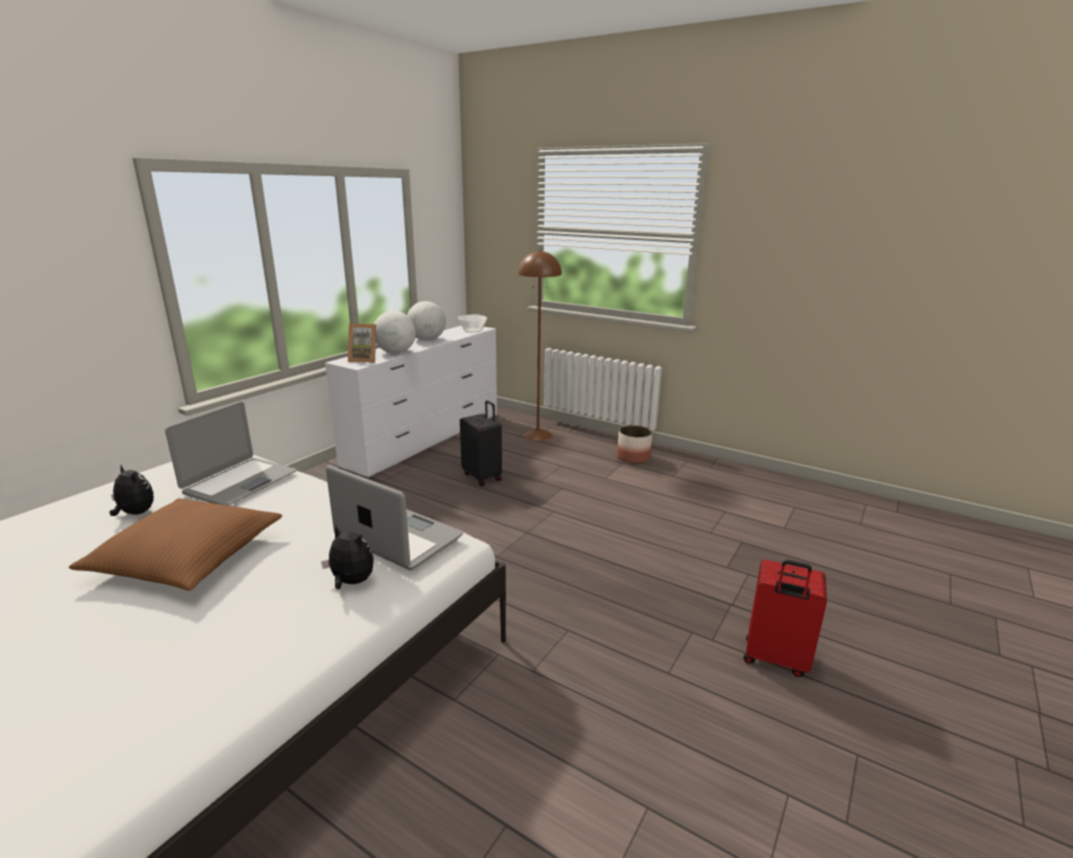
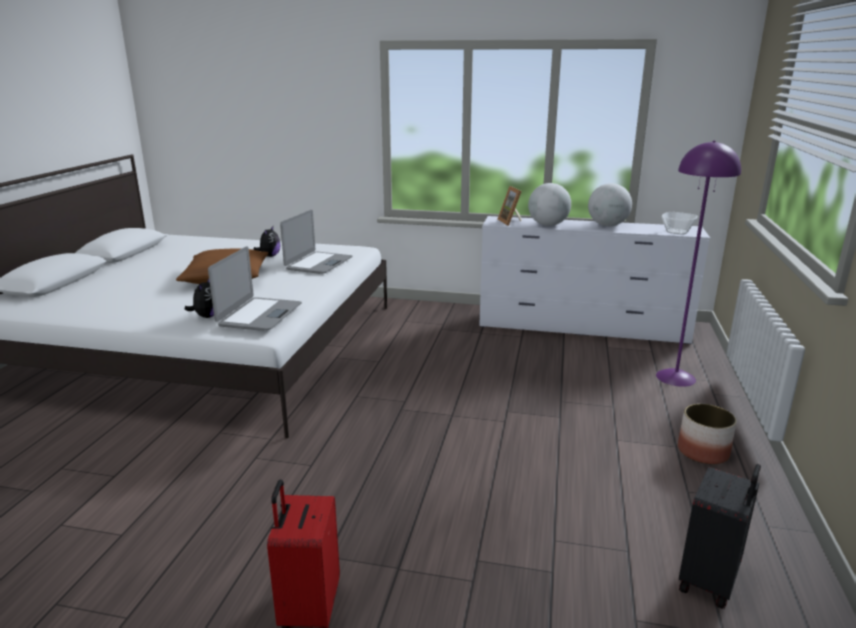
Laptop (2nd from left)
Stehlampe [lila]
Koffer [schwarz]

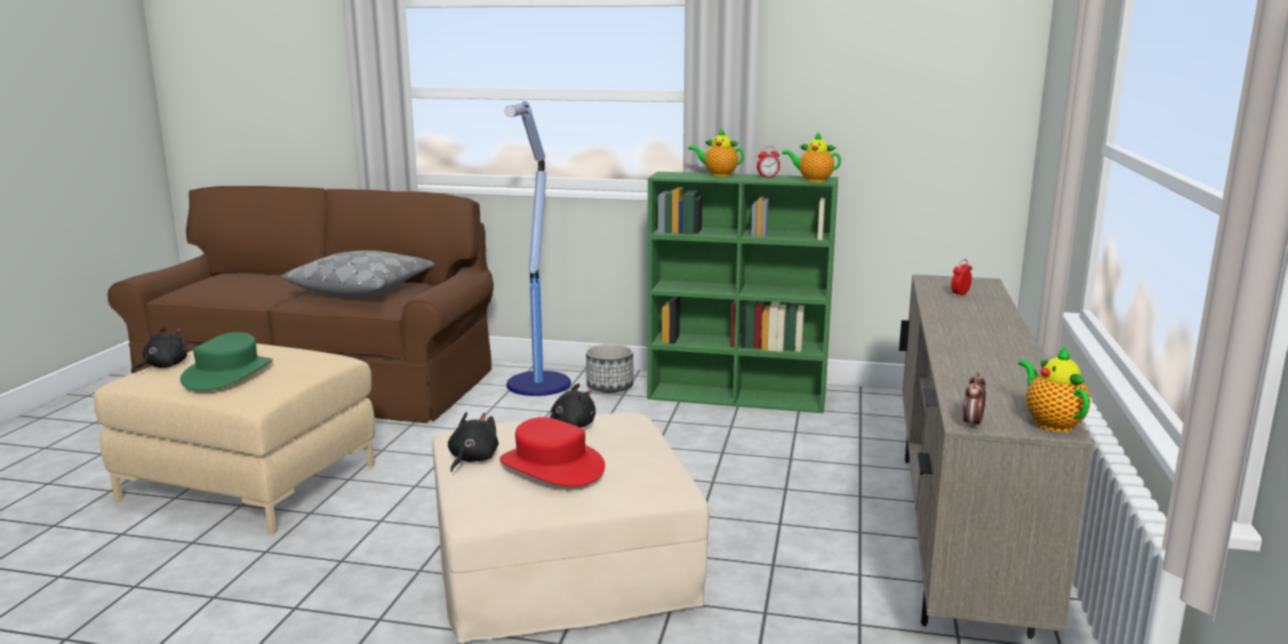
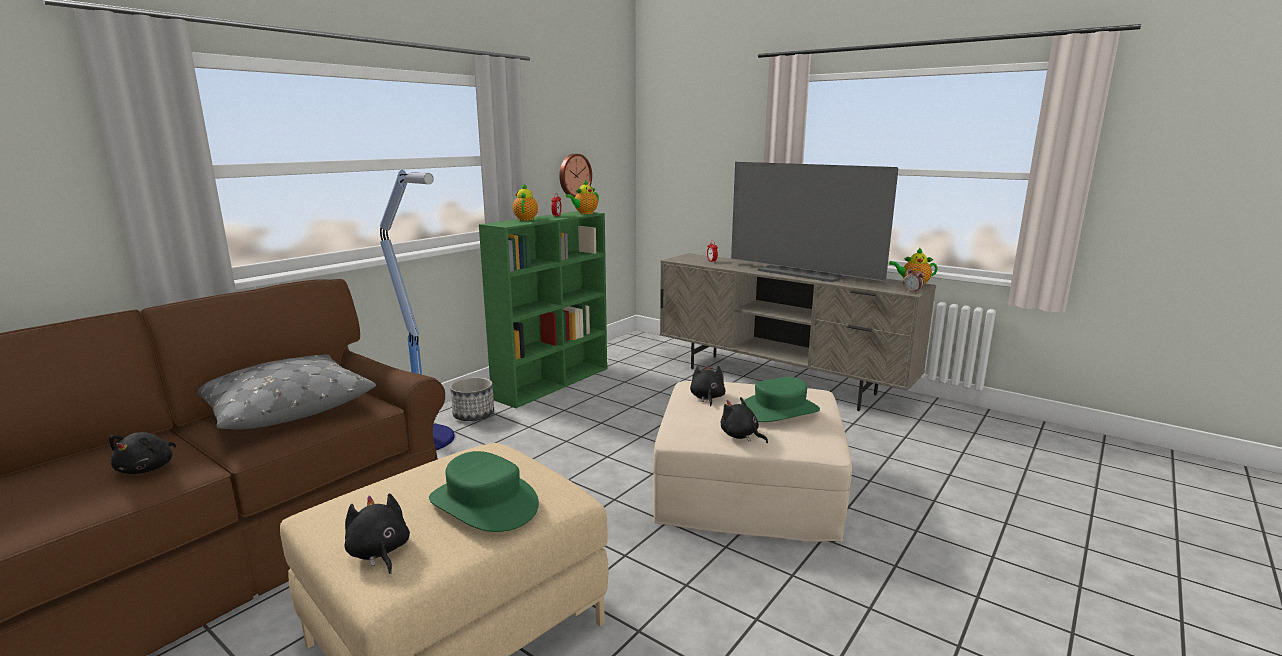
Plüschtier [schwarz] (1st from left)
Teekanne (1st from left)
Wanduhr
Fernseher
Hut [grün] (2nd from left)

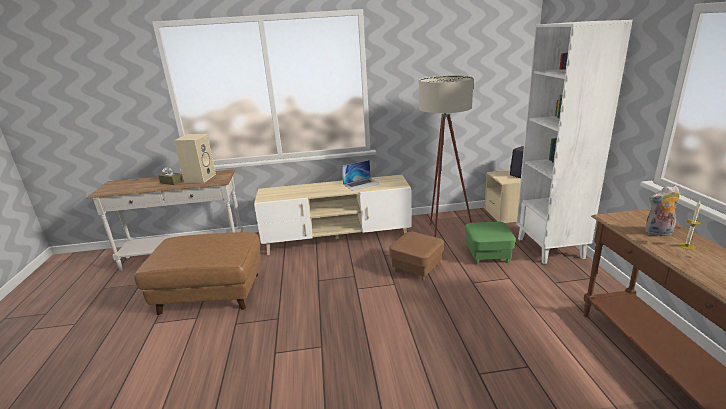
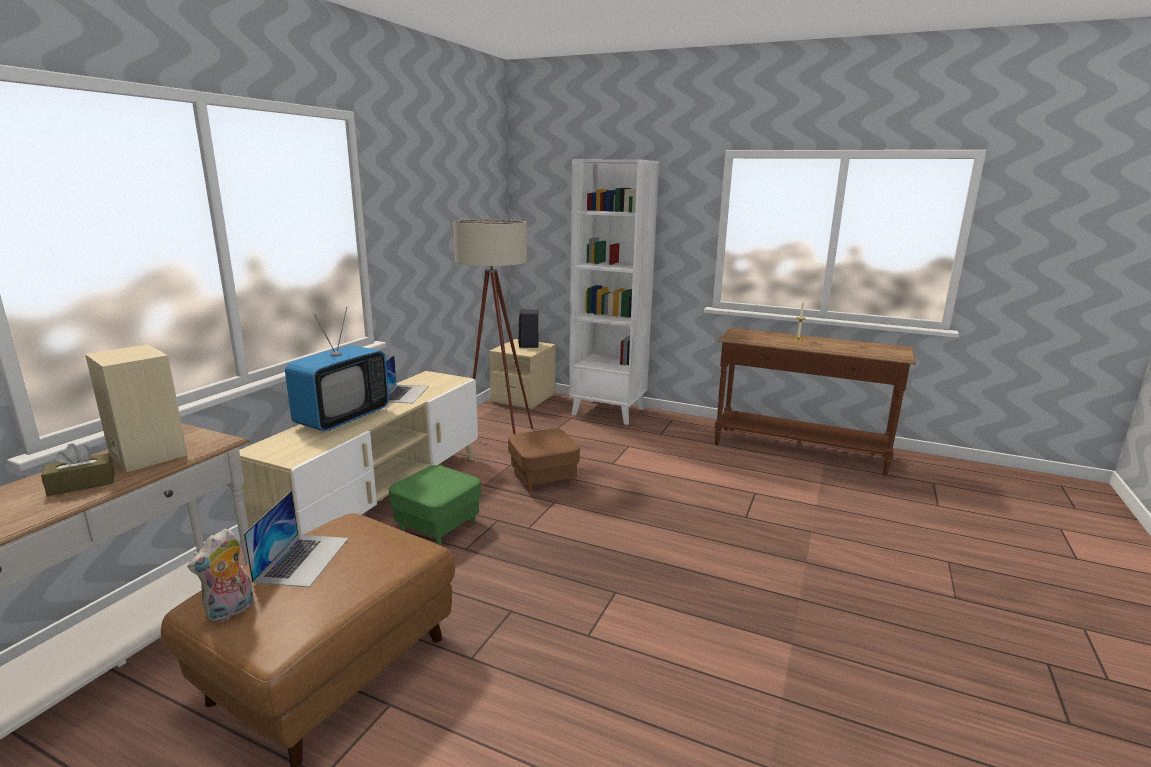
Plüschtier
Laptop (1st from left)
Fernseher
Polsterhocker [grün]

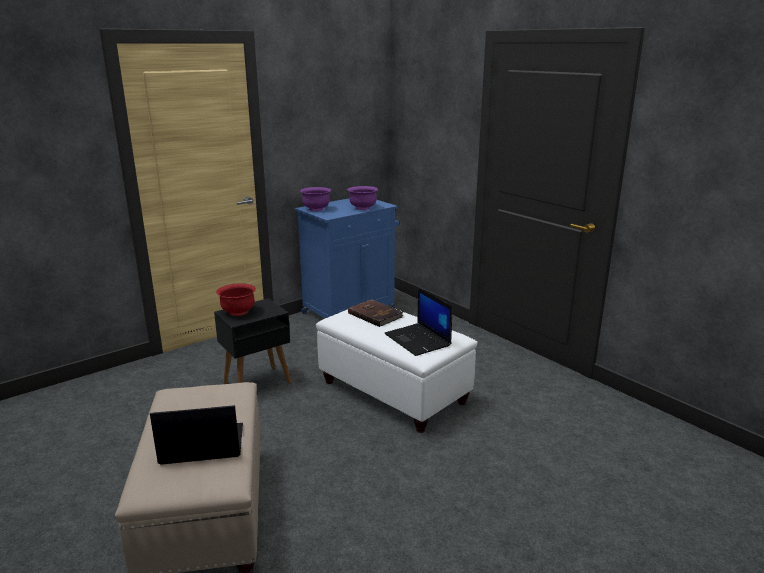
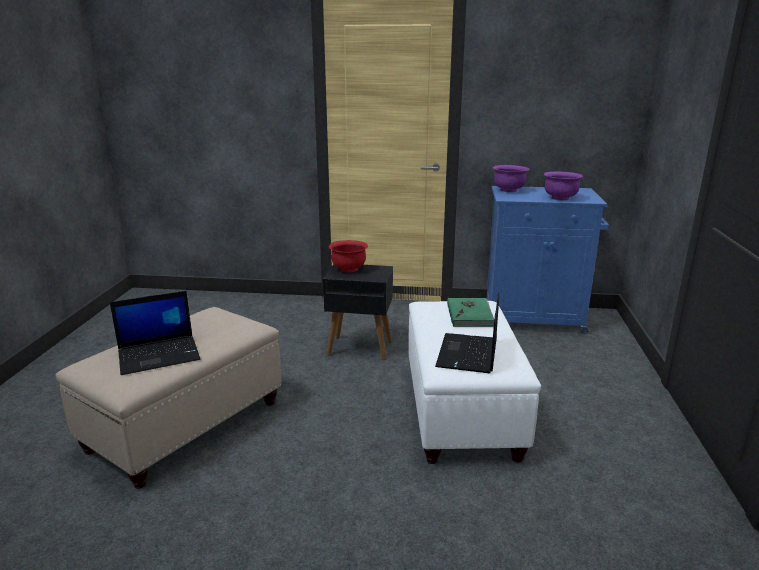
Laptop (1st from left)
Buch [grün]

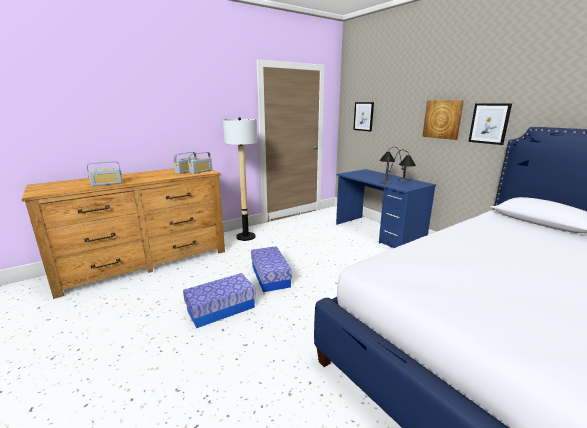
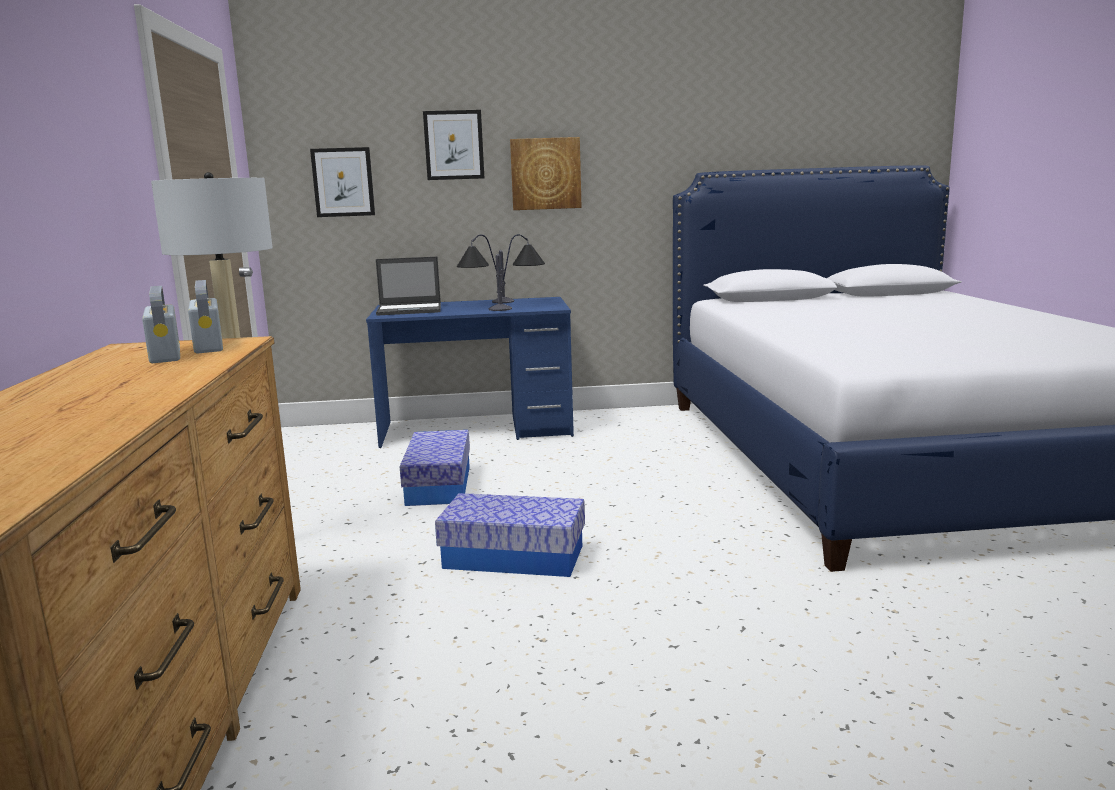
Laptop
Aufbewahrungsbox (1st from left)
Bild (2nd from left)
Radio (1st from left in the first image)

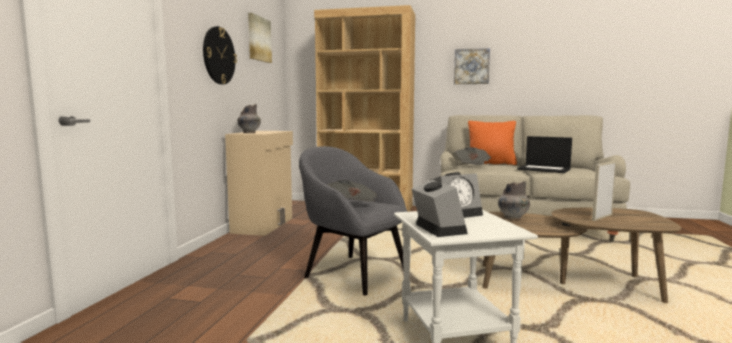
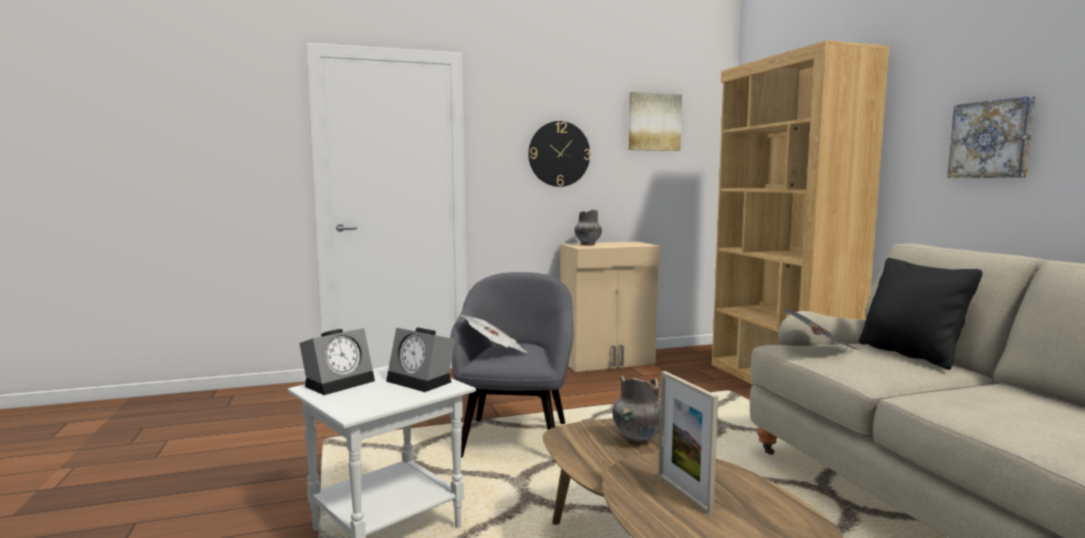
Bilderrahmen
Kissen [schwarz]
Laptop

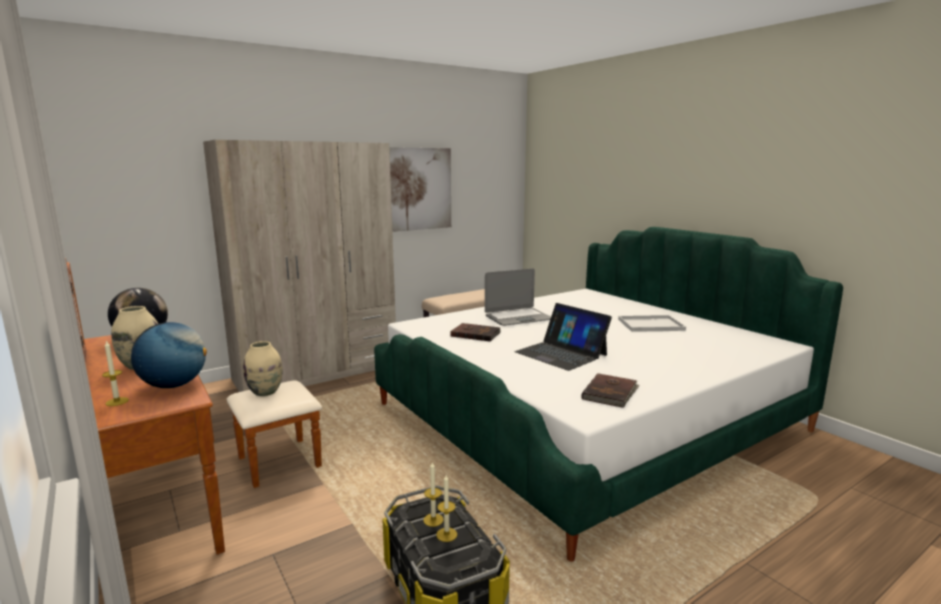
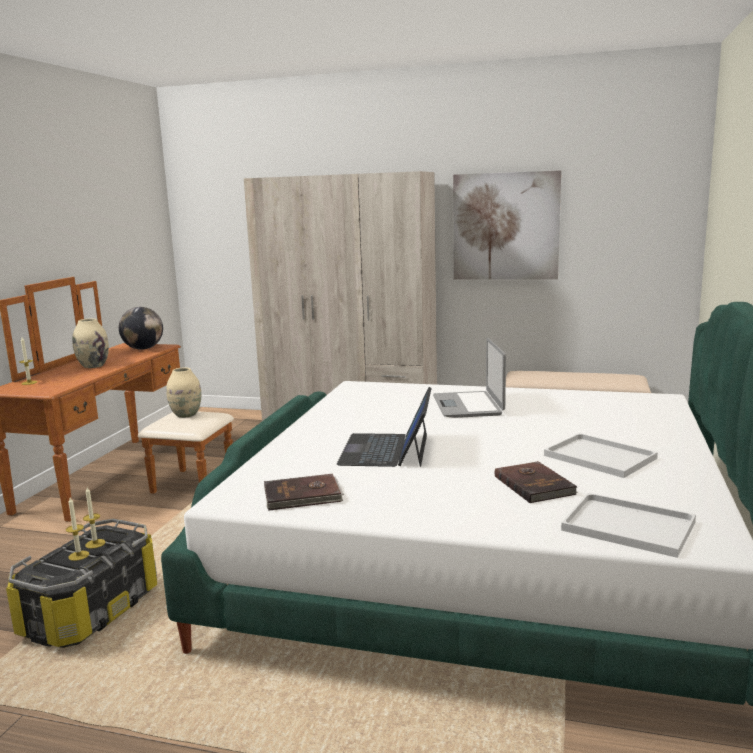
Laptop (2nd from left)
Buch [braun] (2nd from left)
Tablett [weiß] (2nd from left)
Globus (2nd from left in the first image)

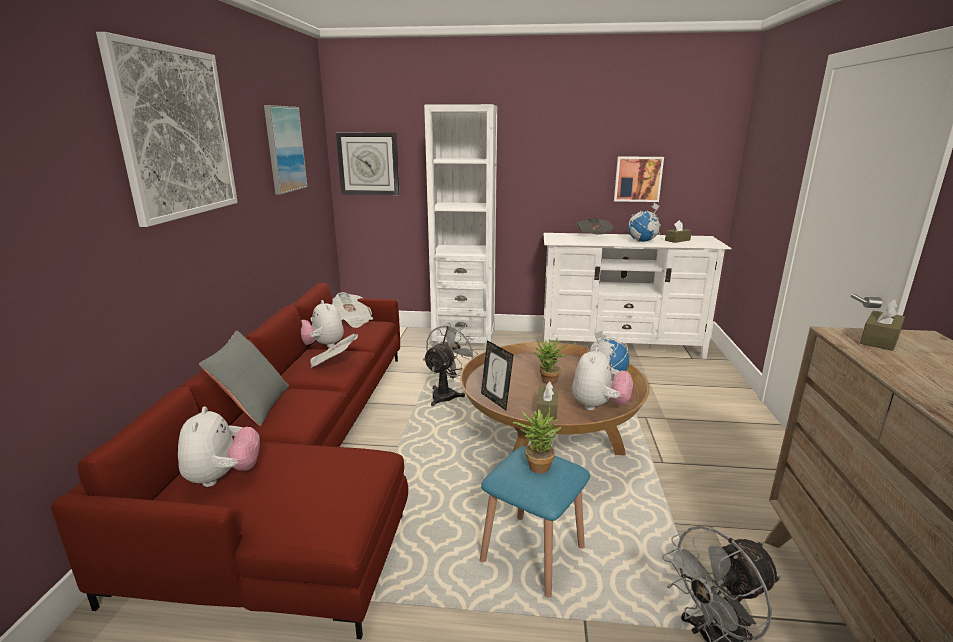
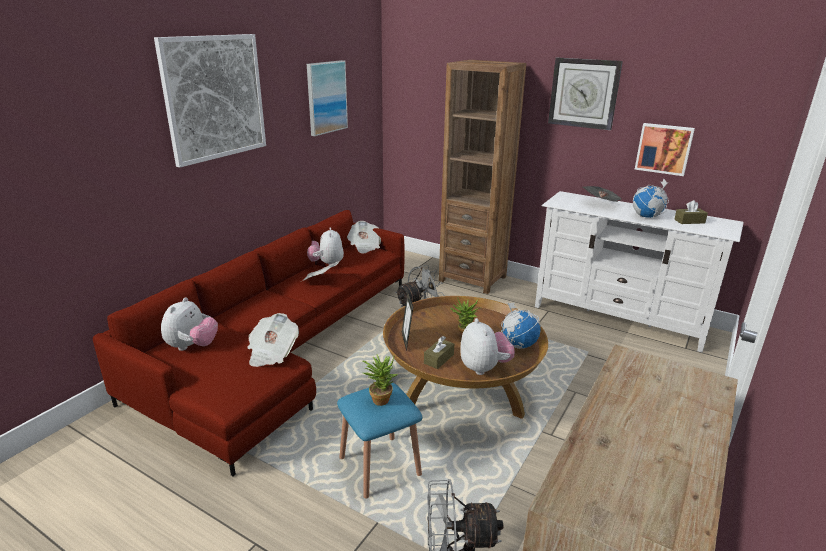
Zeitung (1st from left)
Bücherregal [braun]
Plüschtier (3rd from left)
Wanduhr
Kissen [grau]
Taschentuchbox [braun] (3rd from left in the first image)

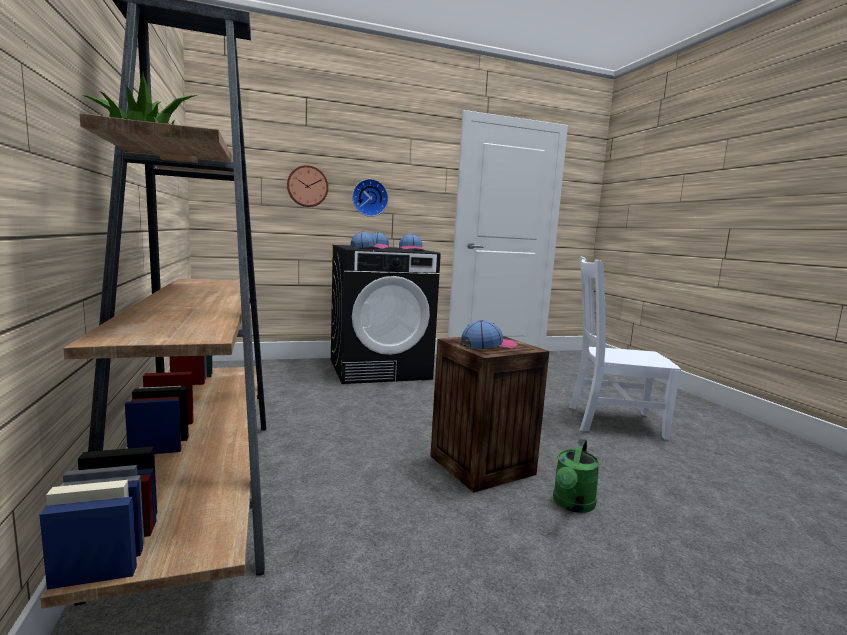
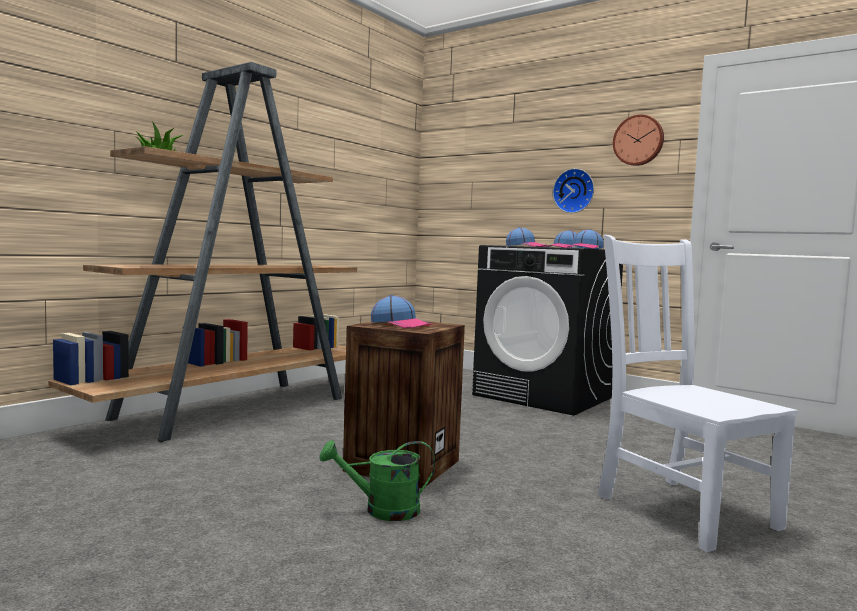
Wanduhr (2nd from left)

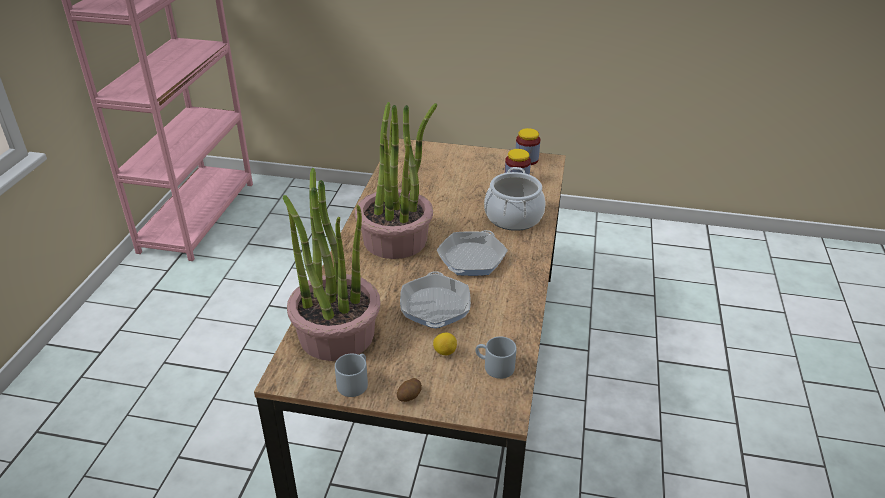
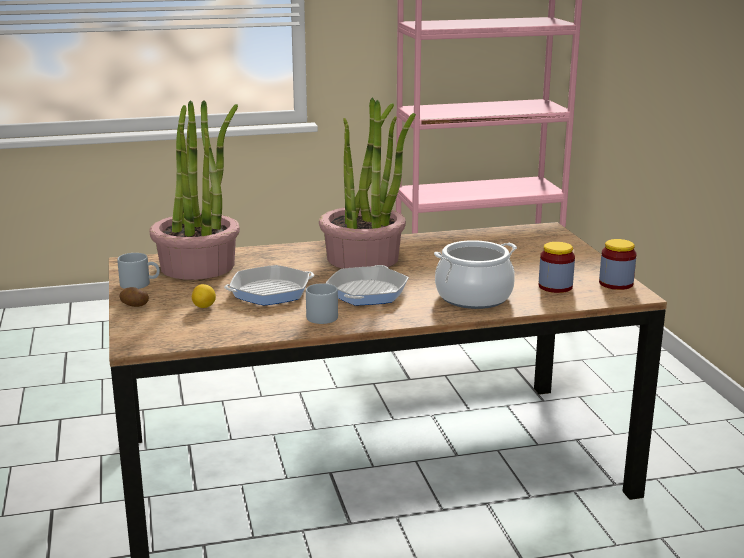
Henkelbecher [grau] (2nd from left)
Pfanne (2nd from left)

